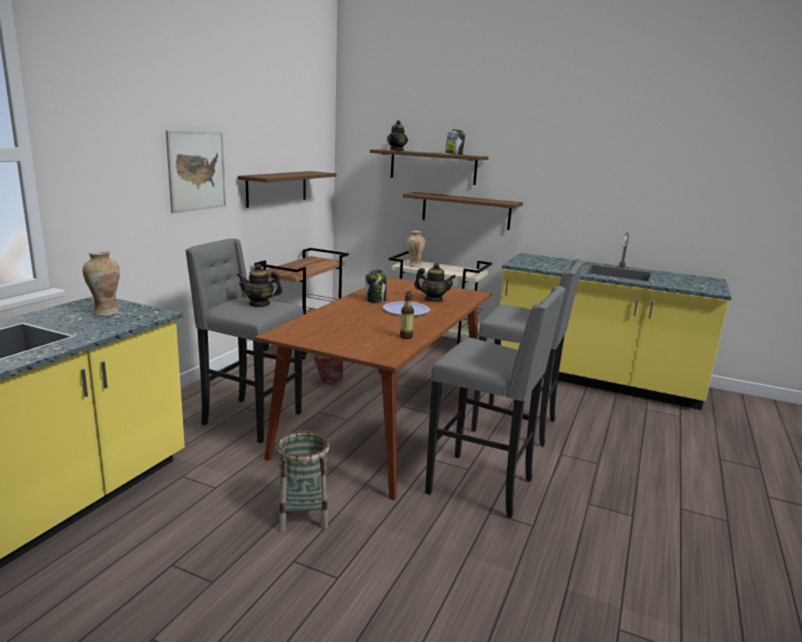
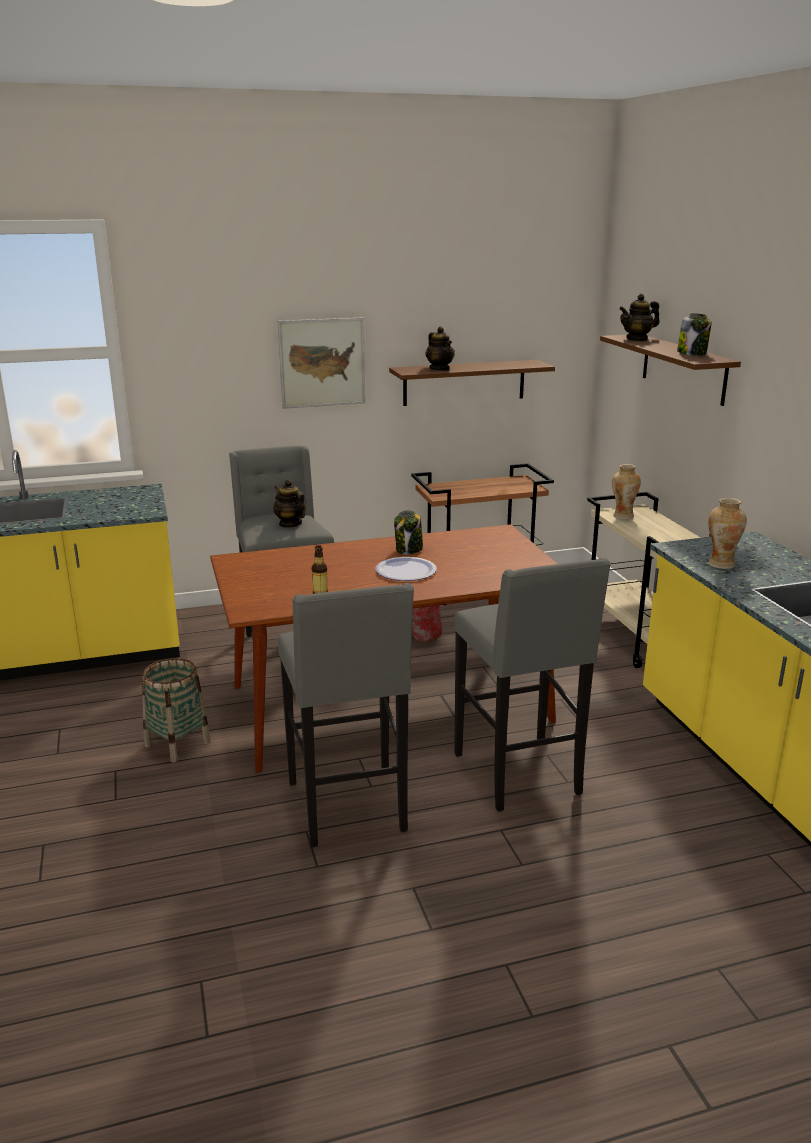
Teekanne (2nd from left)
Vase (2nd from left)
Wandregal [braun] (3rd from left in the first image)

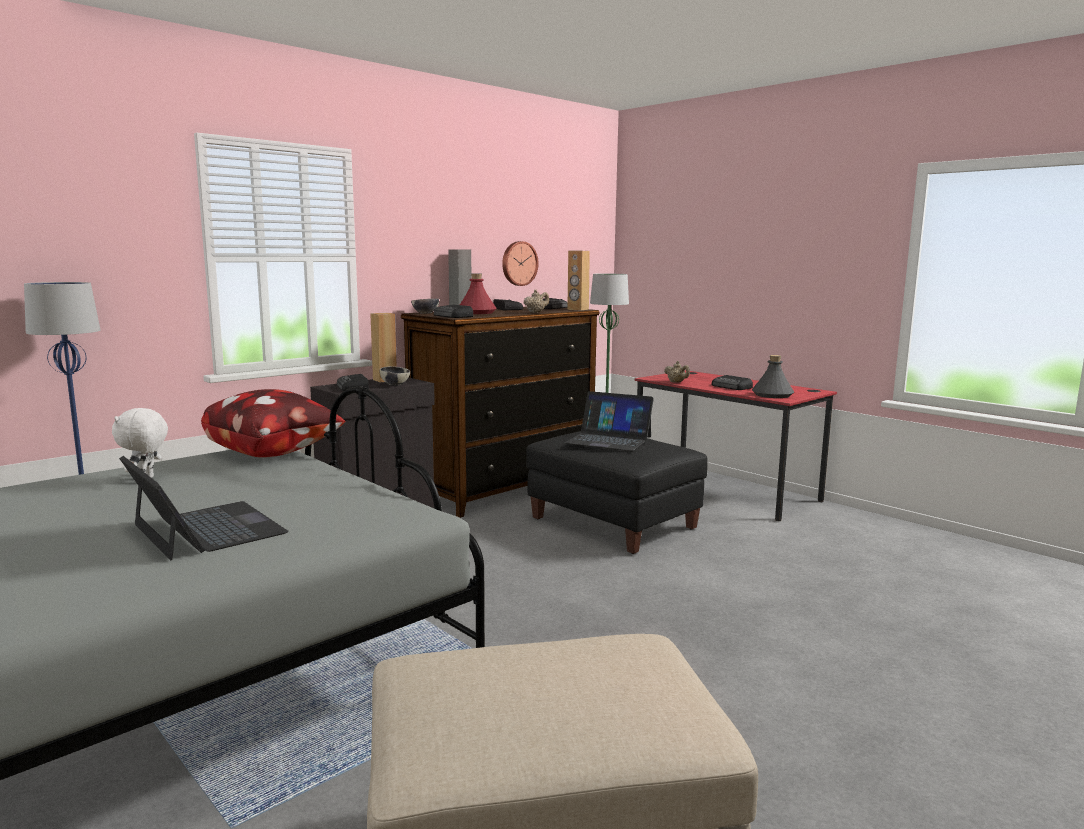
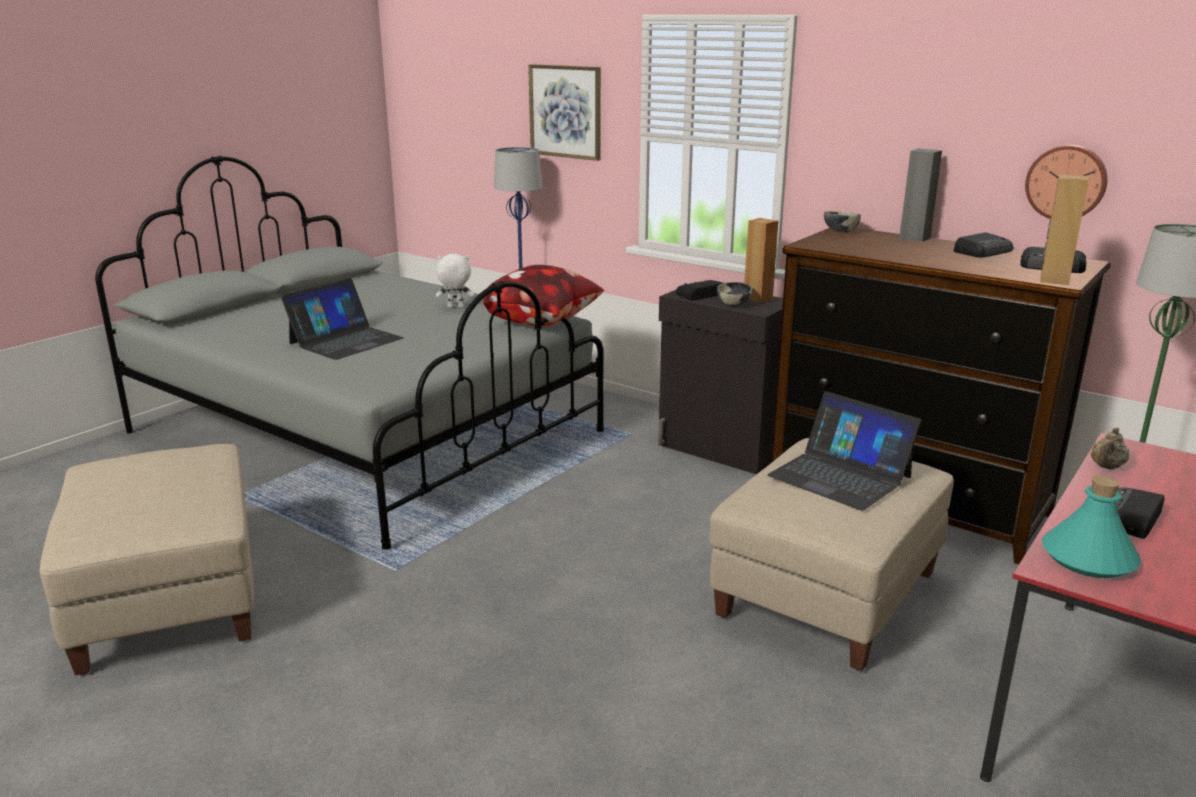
Bild
Polsterhocker [beige] (2nd from left)
Laptop (2nd from left)
Flasche [türkis]
Radio (2nd from left in the first image)
Flasche [rot]
Teekanne [beige] (1st from left in the first image)

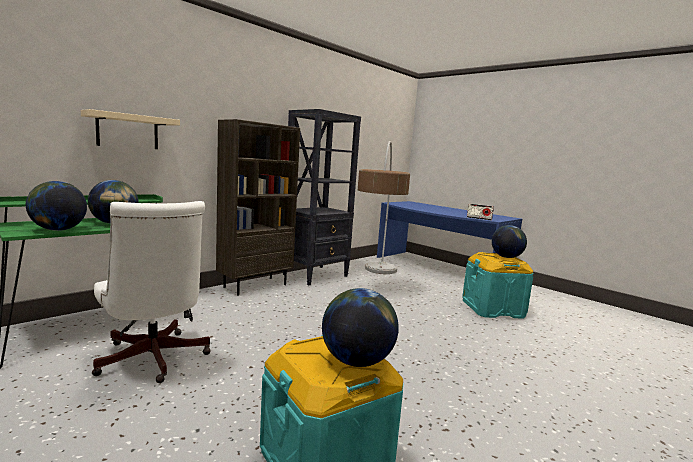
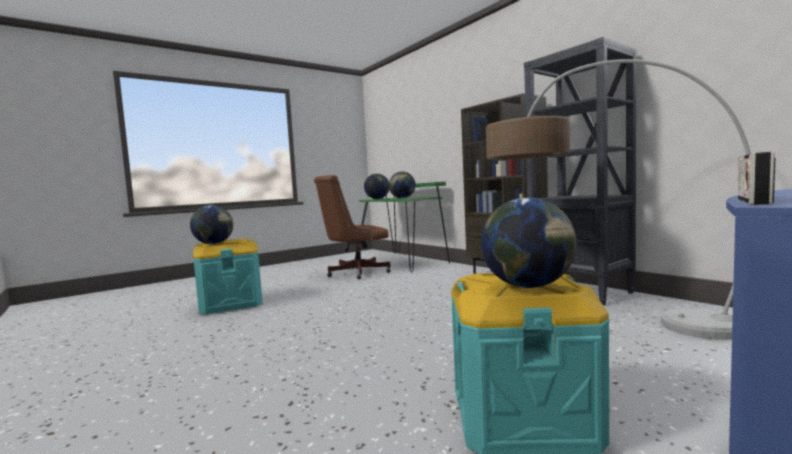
Bürostuhl [braun]
Wandregal [beige]

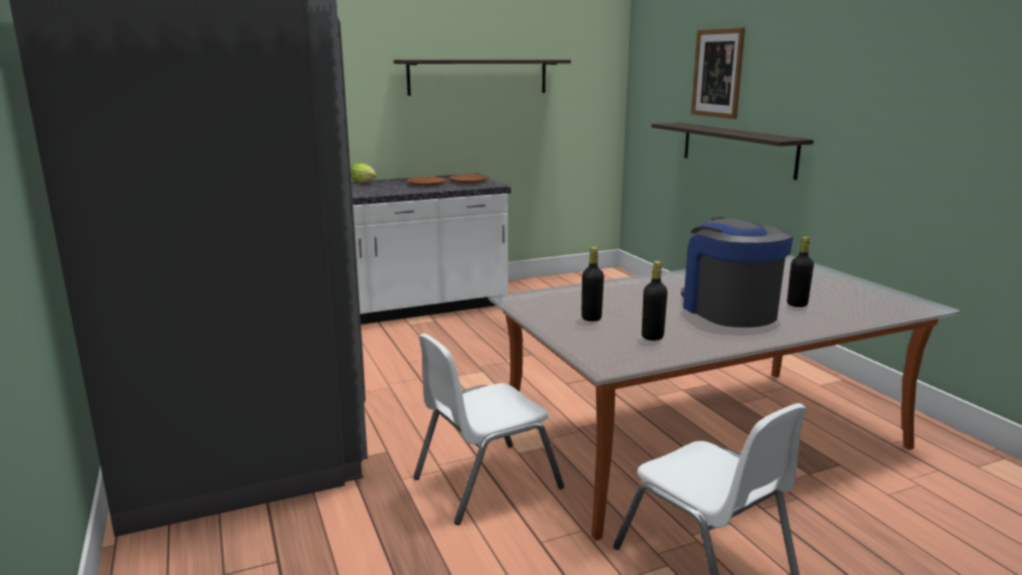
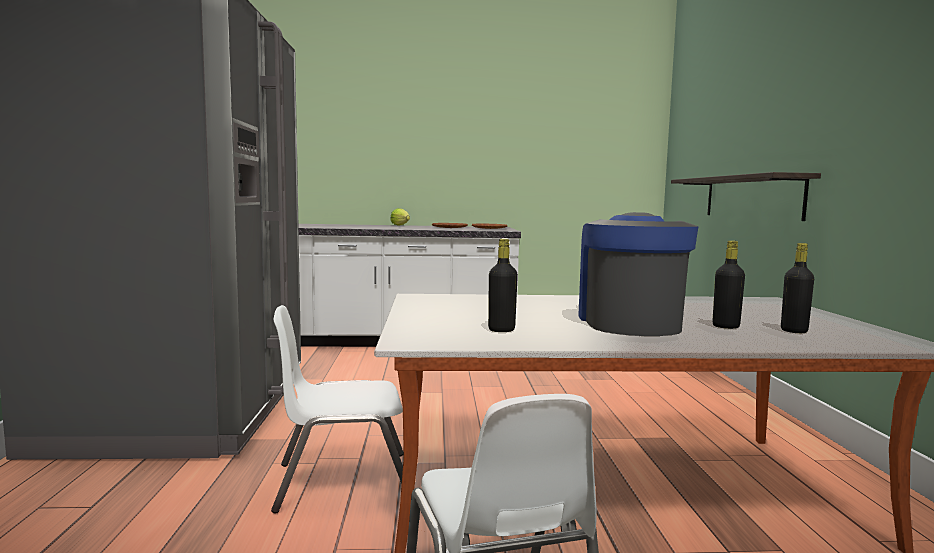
Flasche [schwarz] (3rd from left)
Wandregal (1st from left in the first image)
Bild

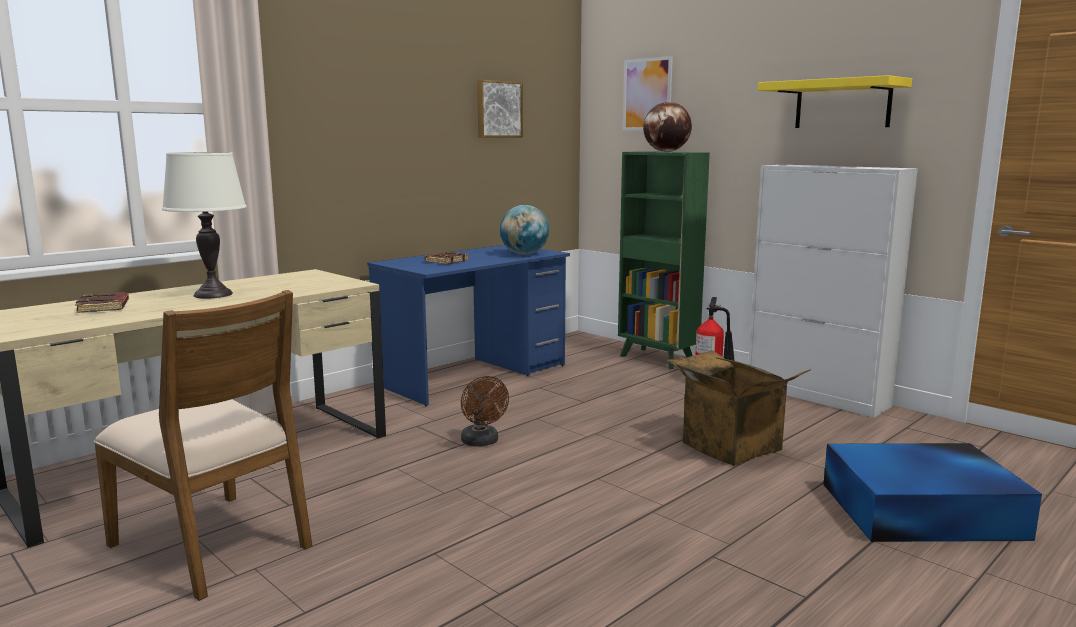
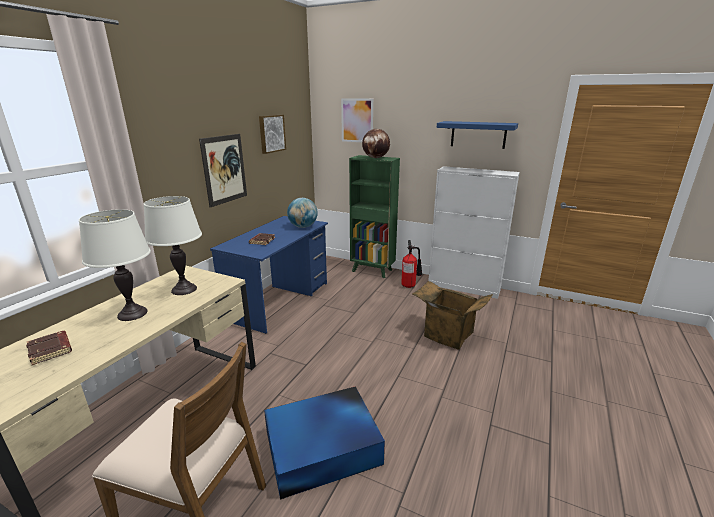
Tischlampe [weiß] (2nd from left)
Bild (1st from left)
Aufbewahrungsbox [blau]
Wandregal [blau]
Ventilator [braun]

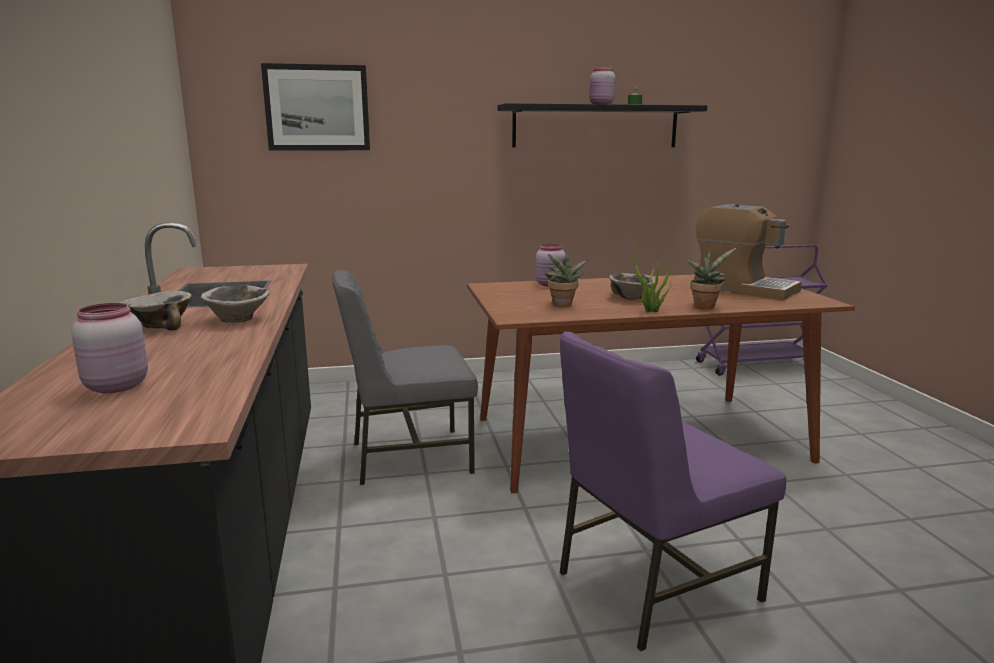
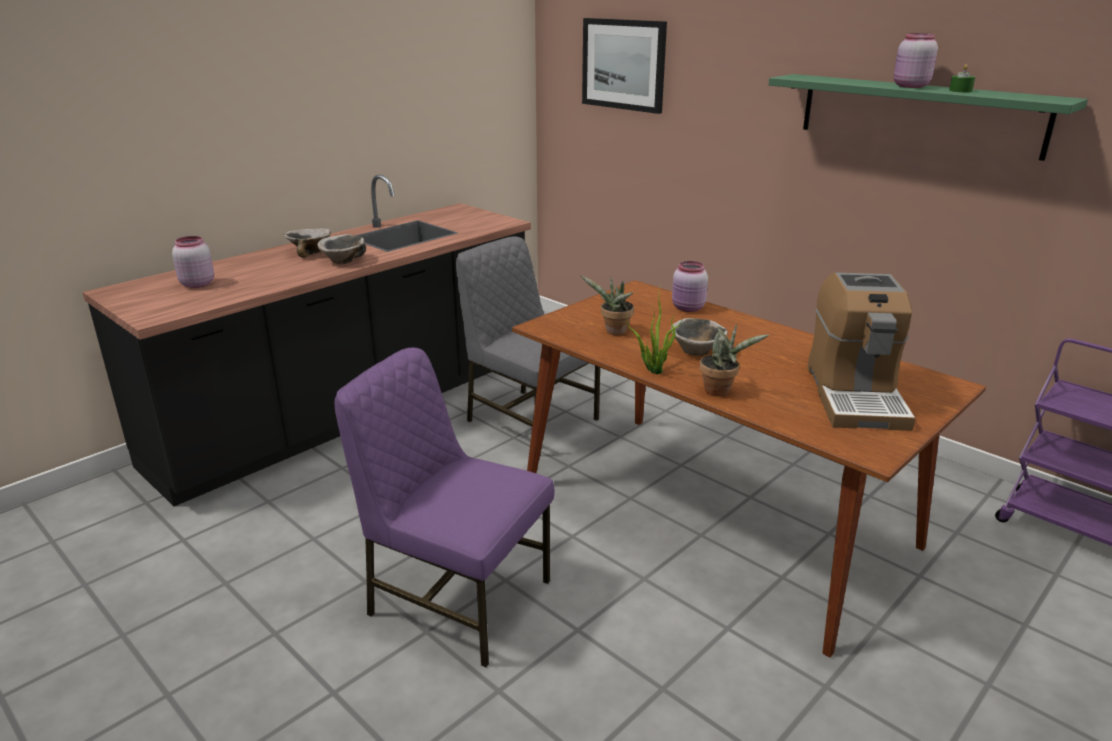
Wandregal [grün]

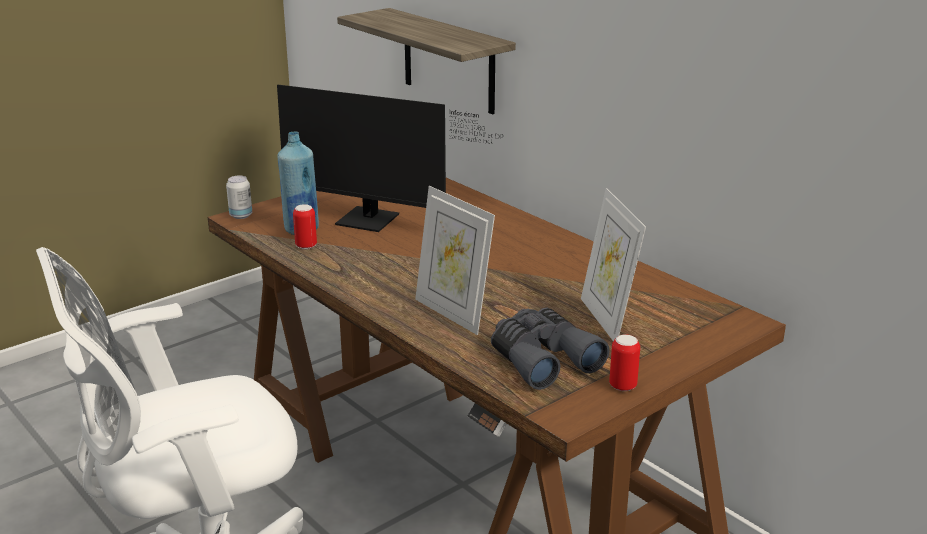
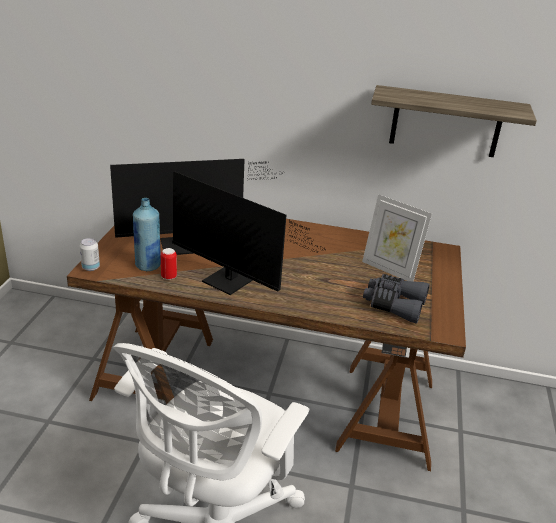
Monitor (2nd from left)
Wandregal
Bilderrahmen (1st from left in the first image)
Dose (3rd from left in the first image)

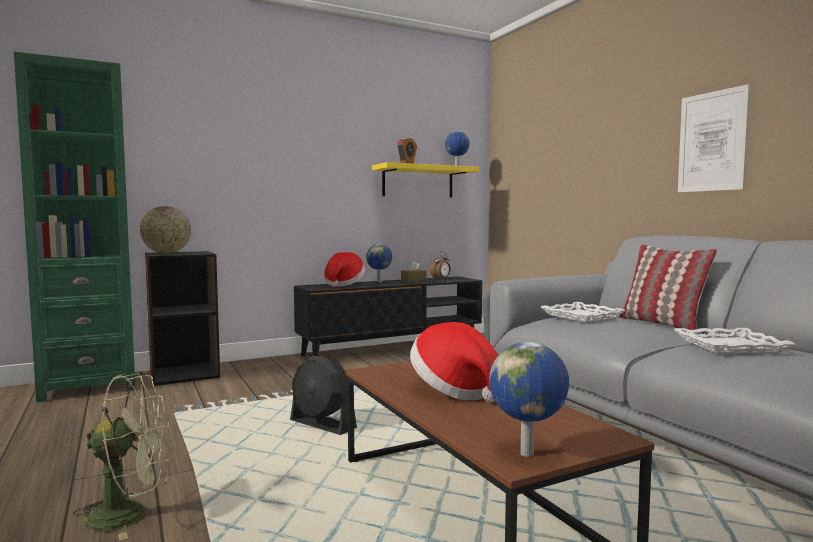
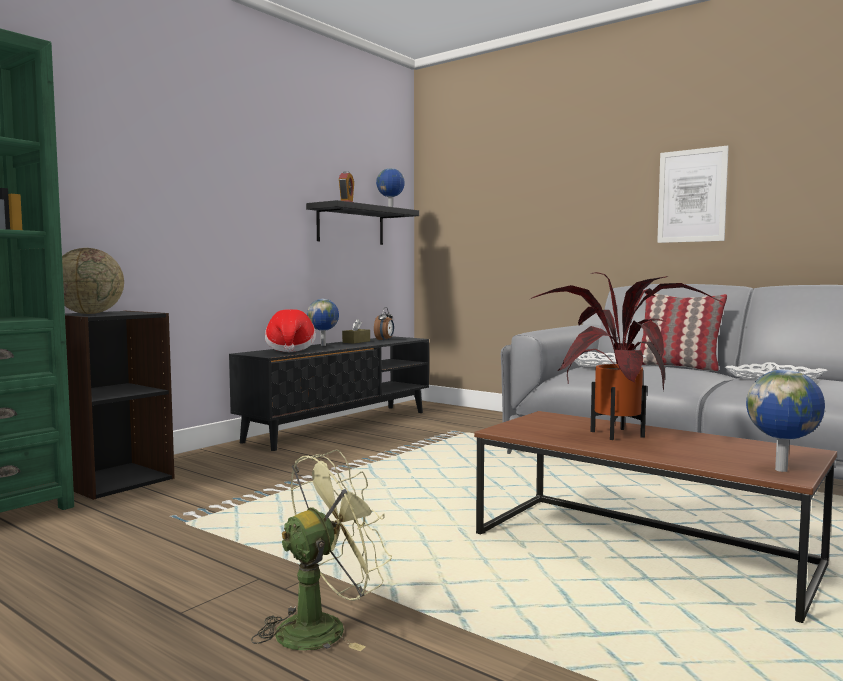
Wandregal [schwarz]
Topfpflanze
Ventilator [schwarz]

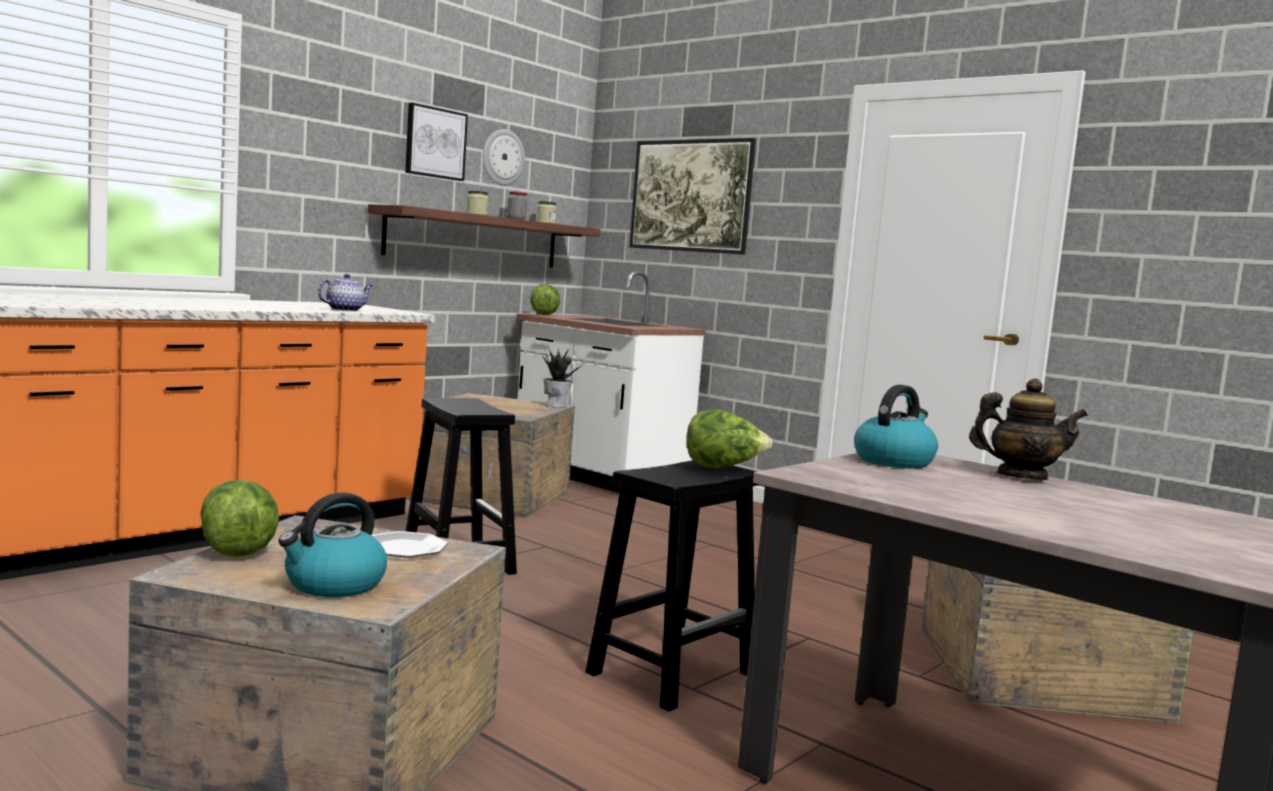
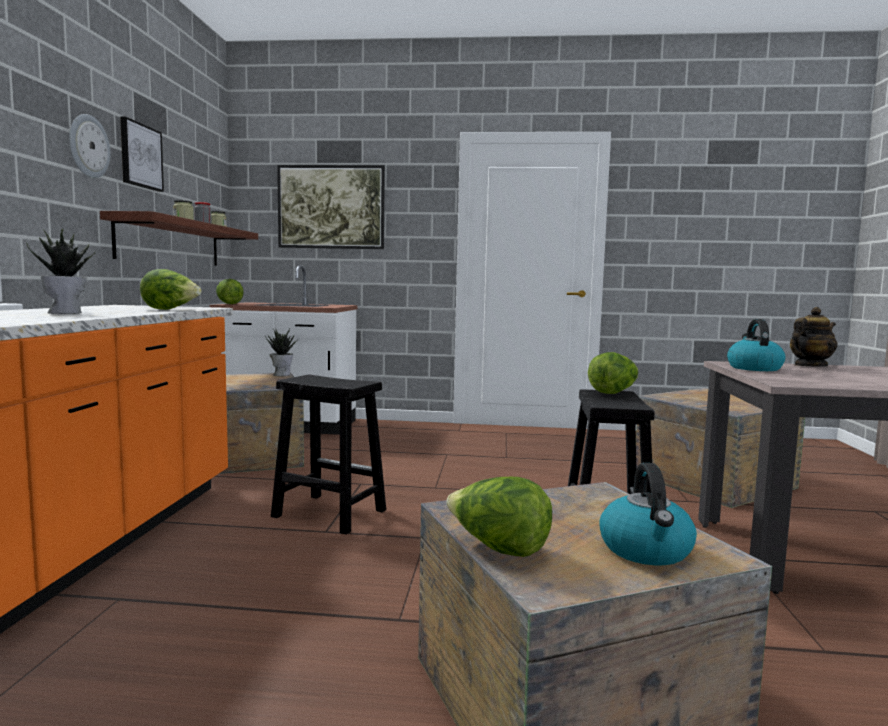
Topfpflanze (1st from left)
Wanduhr
Salatkopf (1st from left)
Teller

